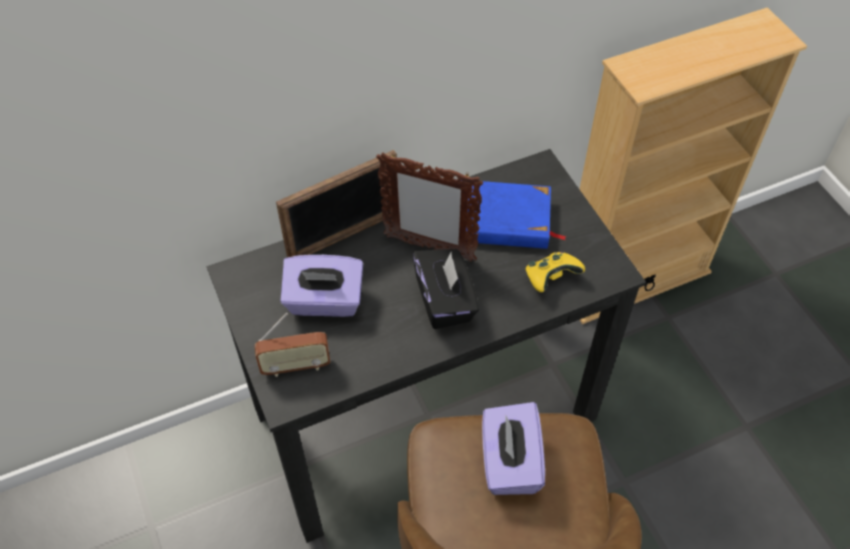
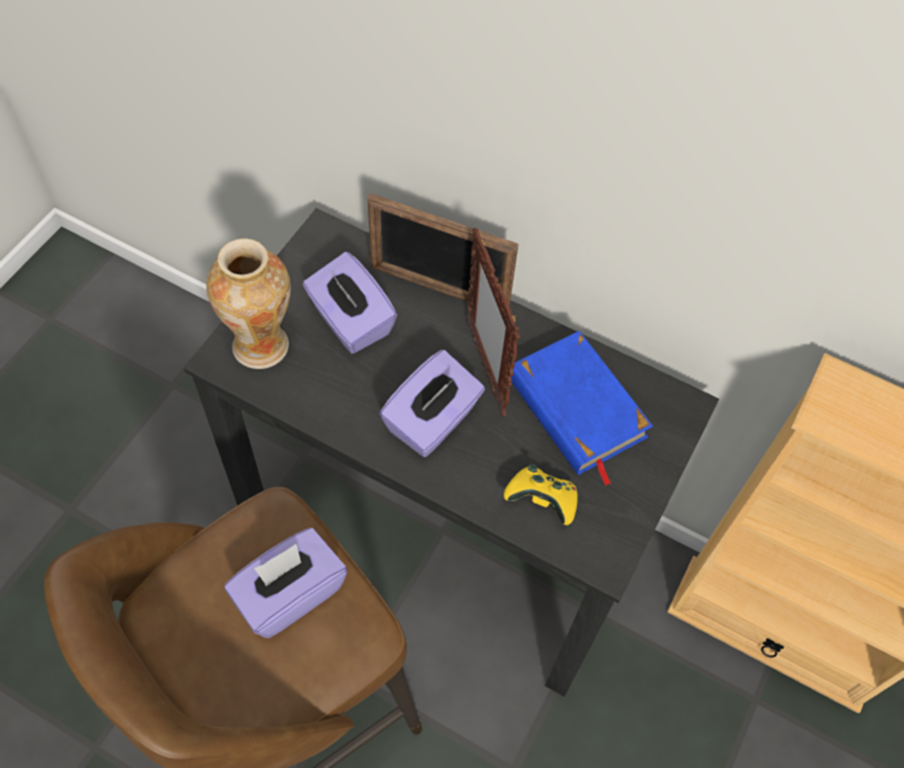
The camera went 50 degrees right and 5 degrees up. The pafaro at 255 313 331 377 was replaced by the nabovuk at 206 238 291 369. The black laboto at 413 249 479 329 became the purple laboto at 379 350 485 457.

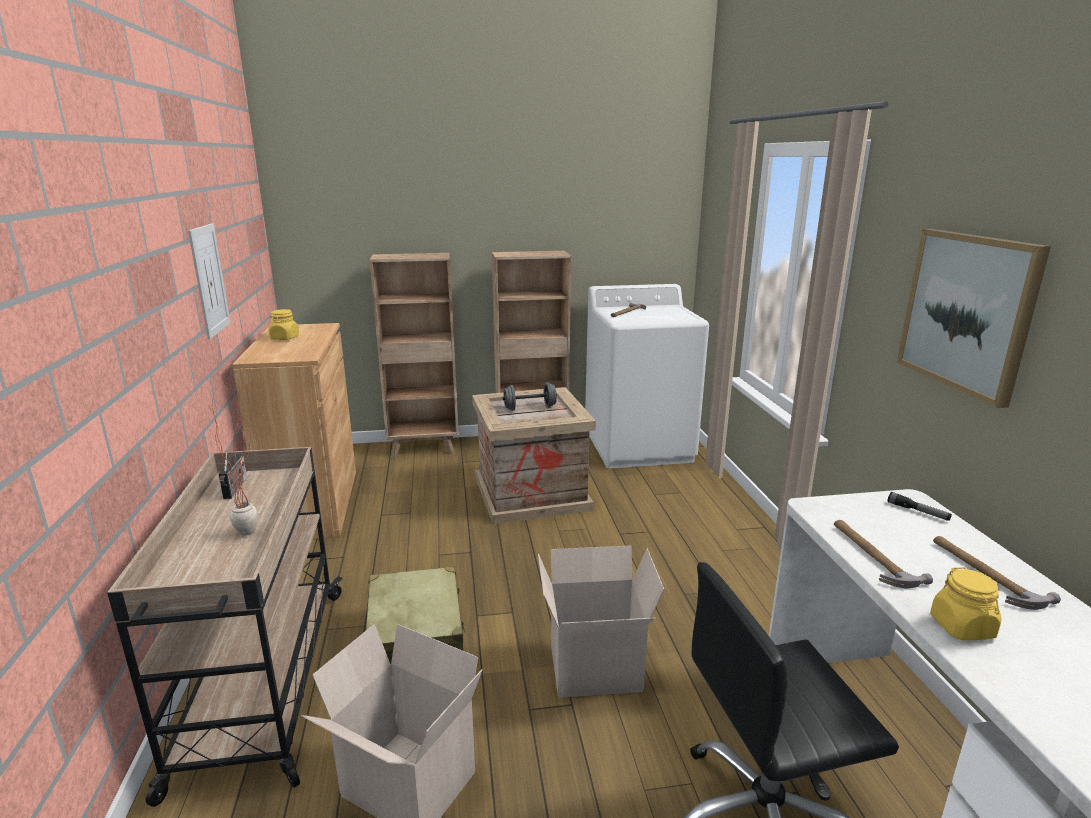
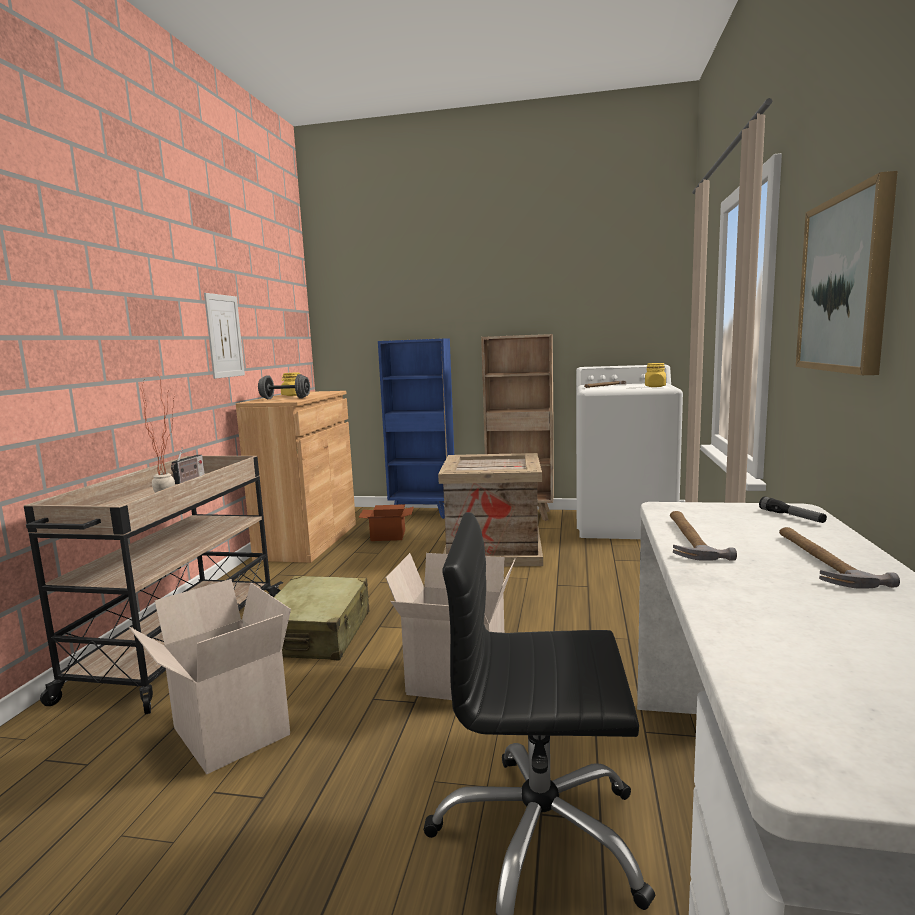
The camera went 20 degrees right and 10 degrees down. The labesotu at 358 504 414 541 appeared. The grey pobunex moved from 502 382 557 411 to 258 374 310 399. The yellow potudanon moved from 930 567 1002 640 to 645 363 666 387. The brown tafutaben at 370 253 459 458 became the blue tafutaben at 378 338 454 519.

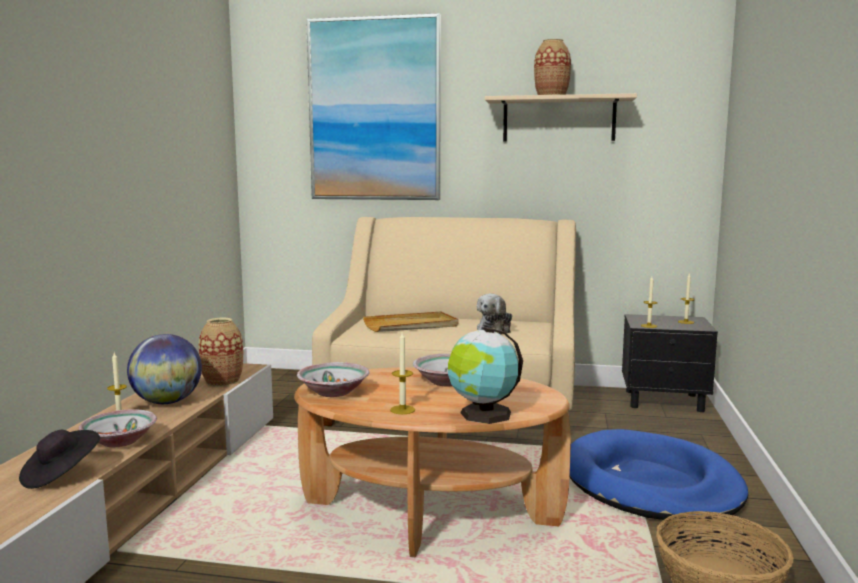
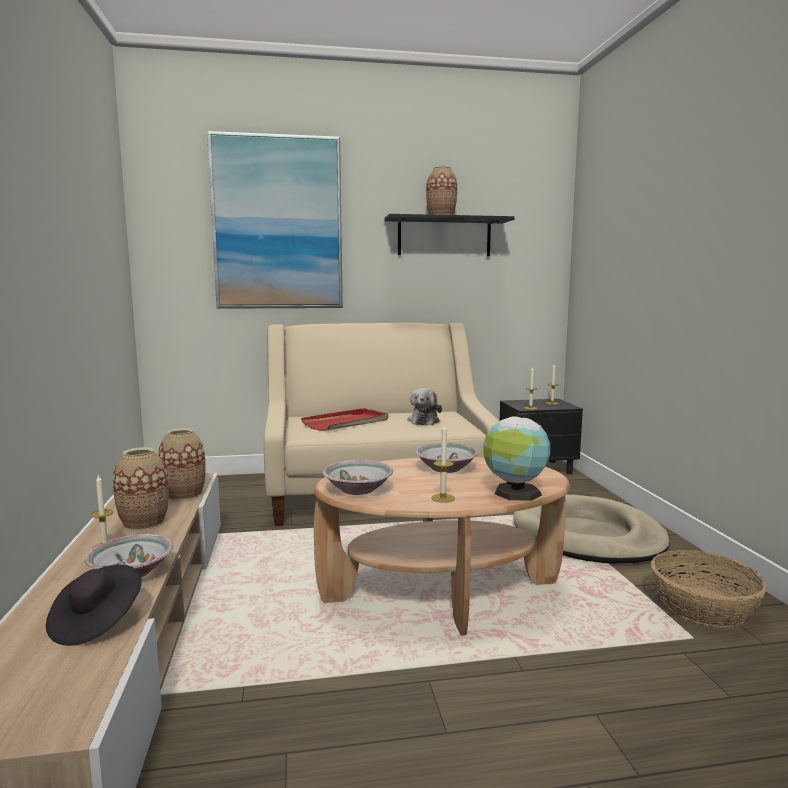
The camera went 20 degrees left and 0 degrees up. The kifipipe at 127 334 202 404 was replaced by the nabovuk at 113 447 169 531. The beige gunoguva at 363 311 459 332 became the red gunoguva at 301 408 388 431. The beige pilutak at 485 93 637 142 became the black pilutak at 384 214 514 256. The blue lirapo at 569 429 748 522 became the beige lirapo at 513 495 670 564.

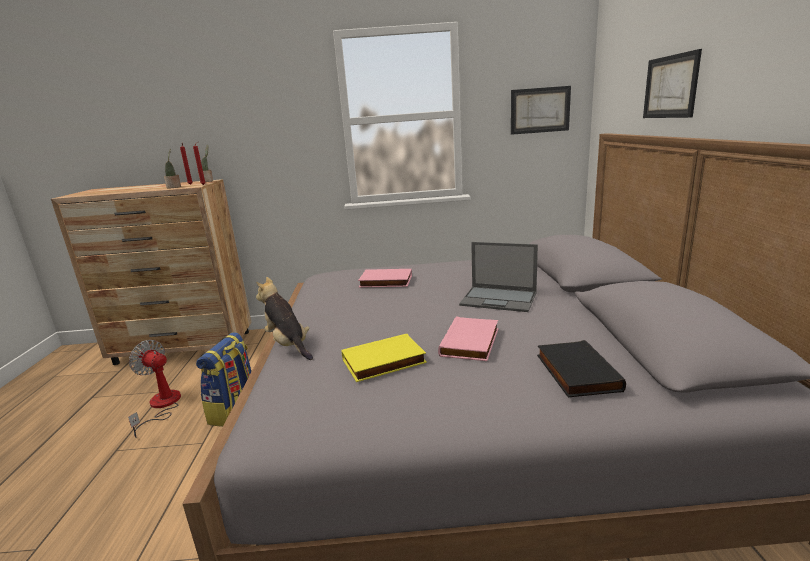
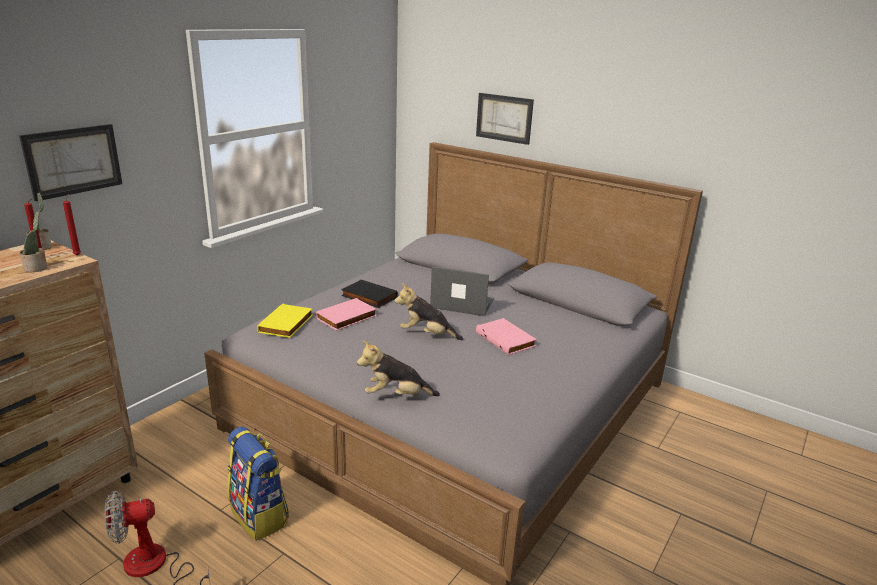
The camera went 55 degrees left and 5 degrees up. The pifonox at 395 283 463 340 appeared. The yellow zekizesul moved from 342 334 427 382 to 257 304 313 338. The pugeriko moved from 511 86 571 135 to 19 124 122 201. The black zekizesul moved from 537 340 626 397 to 341 280 398 308. The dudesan at 459 242 538 312 turned 135 degrees counterclockwise.

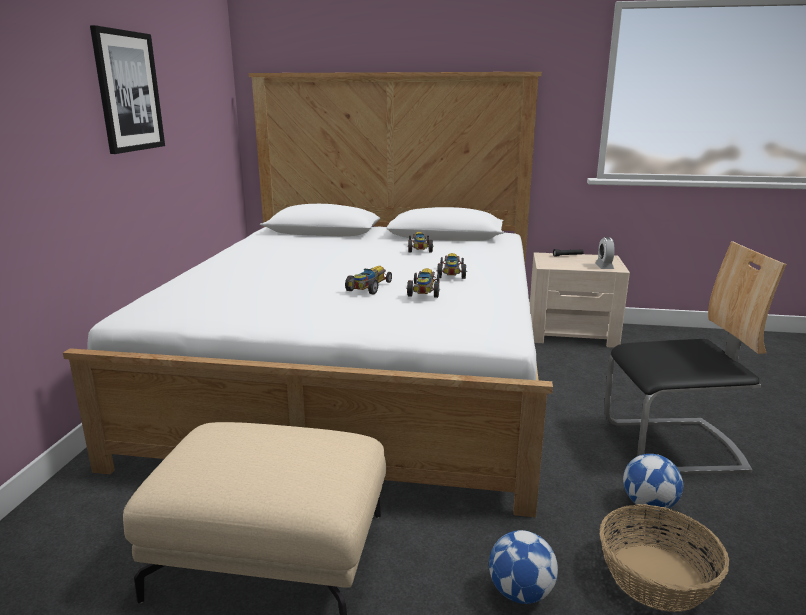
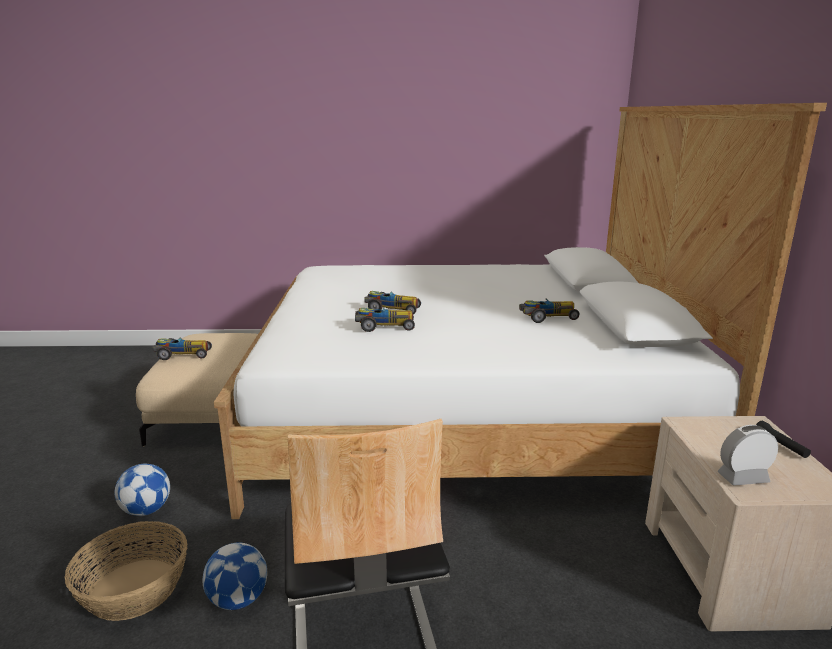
The camera went 80 degrees right and 0 degrees up. The pugeriko at 90 25 165 154 disappeared. The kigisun moved from 436 253 467 279 to 153 338 212 360.

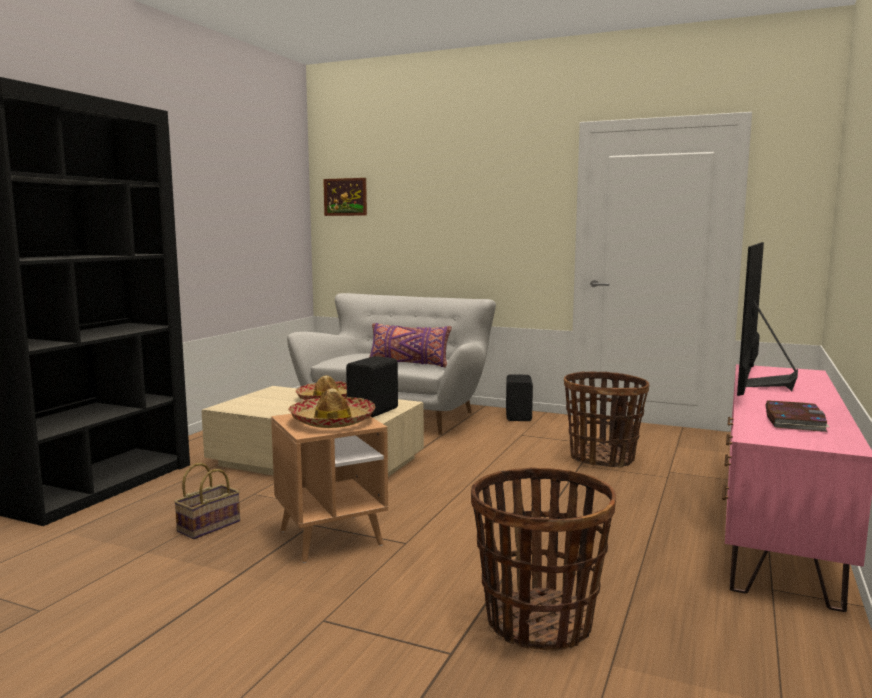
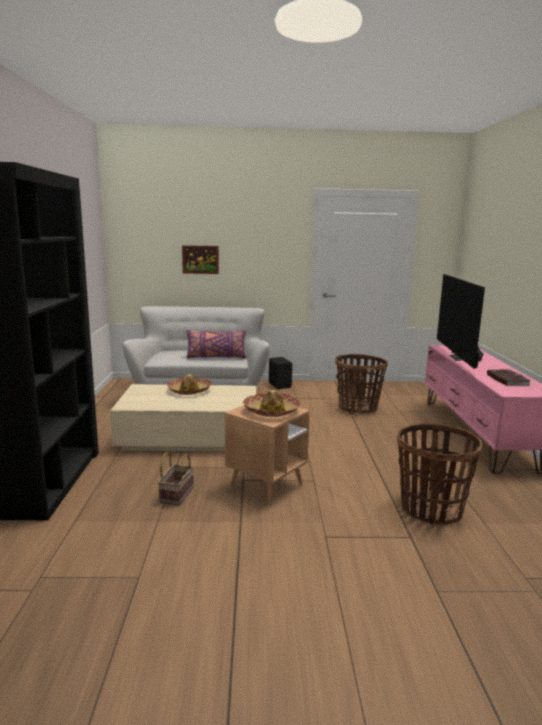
The camera went 25 degrees left and 5 degrees up. The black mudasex at 346 356 398 417 disappeared. The pugeriko moved from 323 178 367 216 to 182 245 219 274.

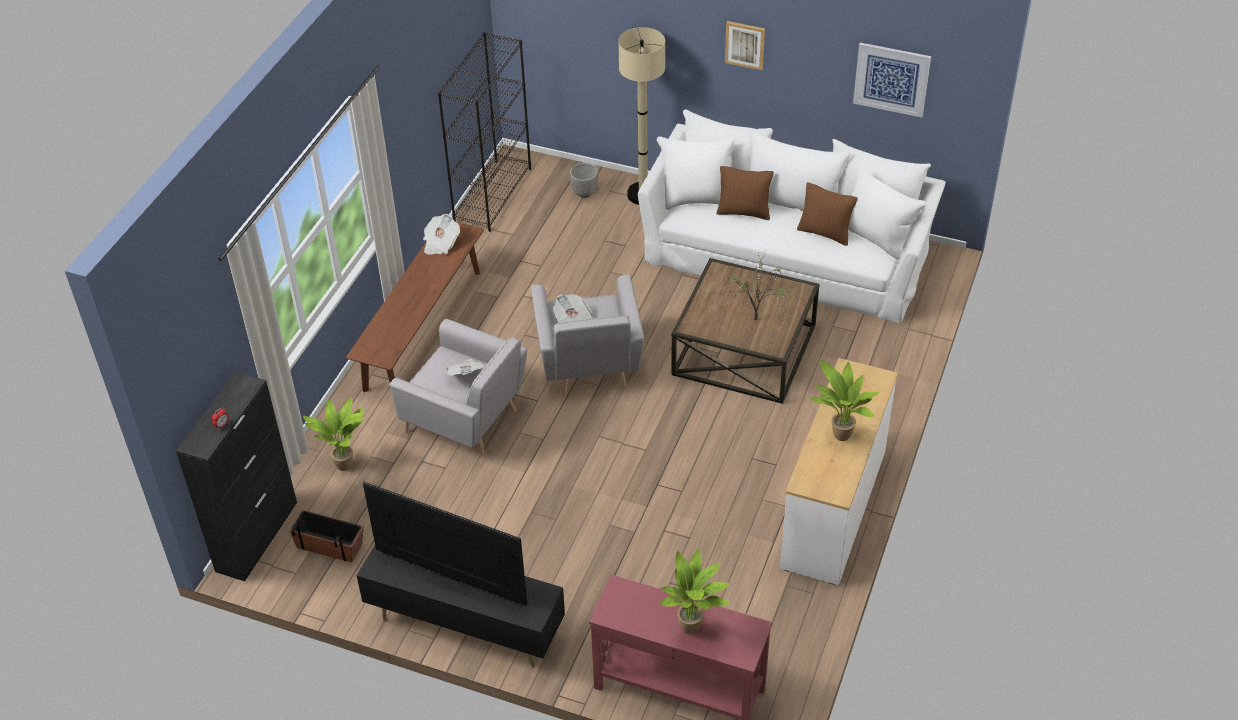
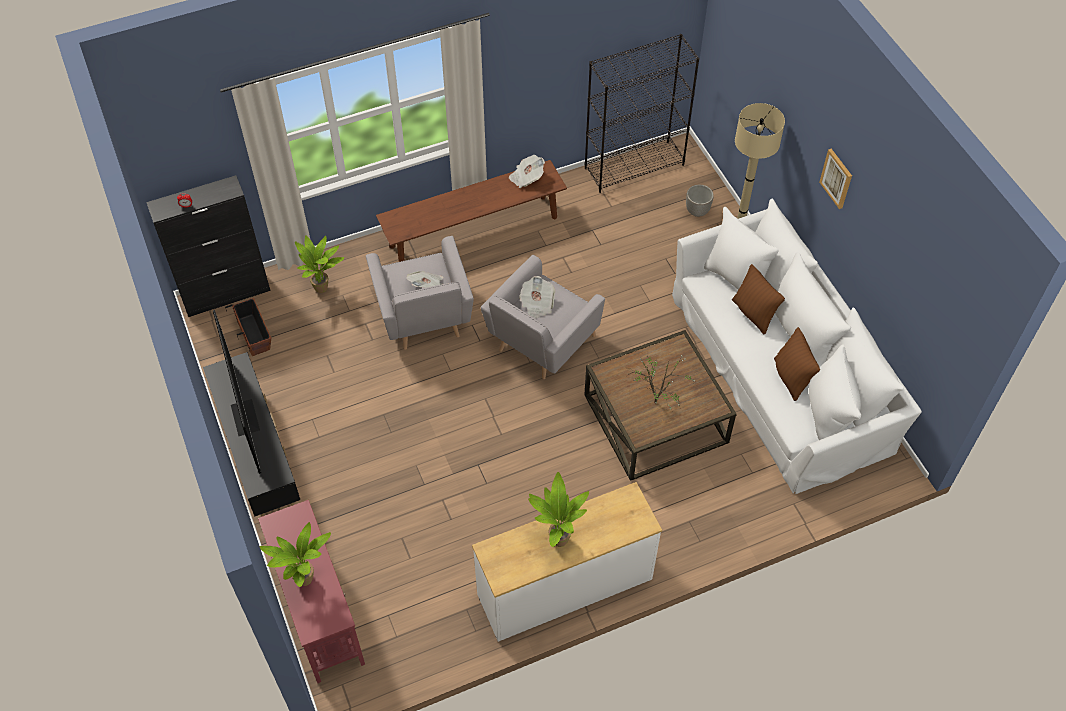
The camera went 45 degrees right and 10 degrees up. The pugeriko at 853 43 931 118 disappeared.

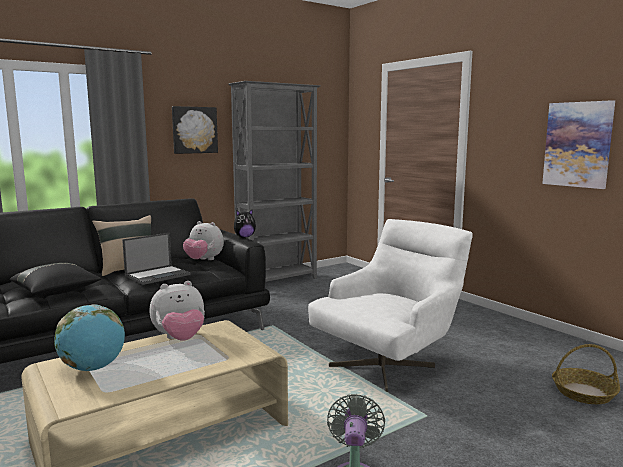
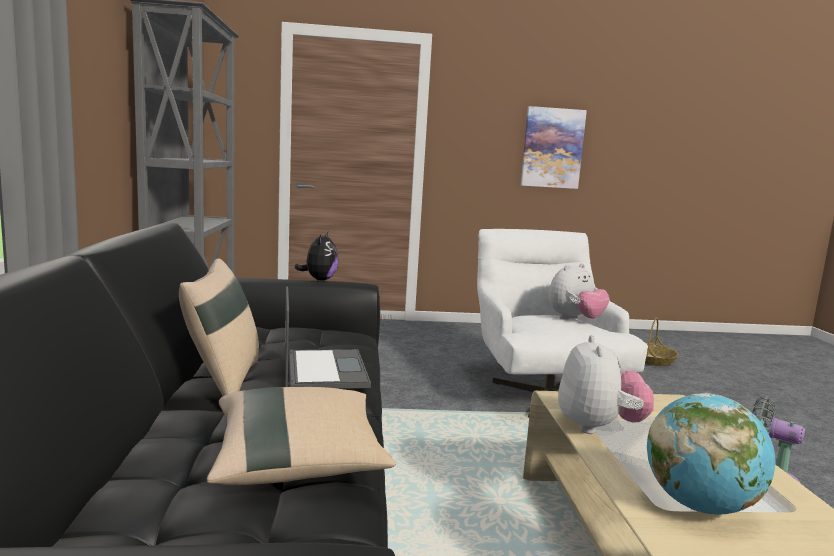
The camera went 60 degrees left and 0 degrees up. The pugeriko at 172 106 218 154 disappeared. The pifonox moved from 183 221 224 260 to 548 263 610 319. The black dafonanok at 10 263 101 295 became the beige dafonanok at 207 387 396 485.

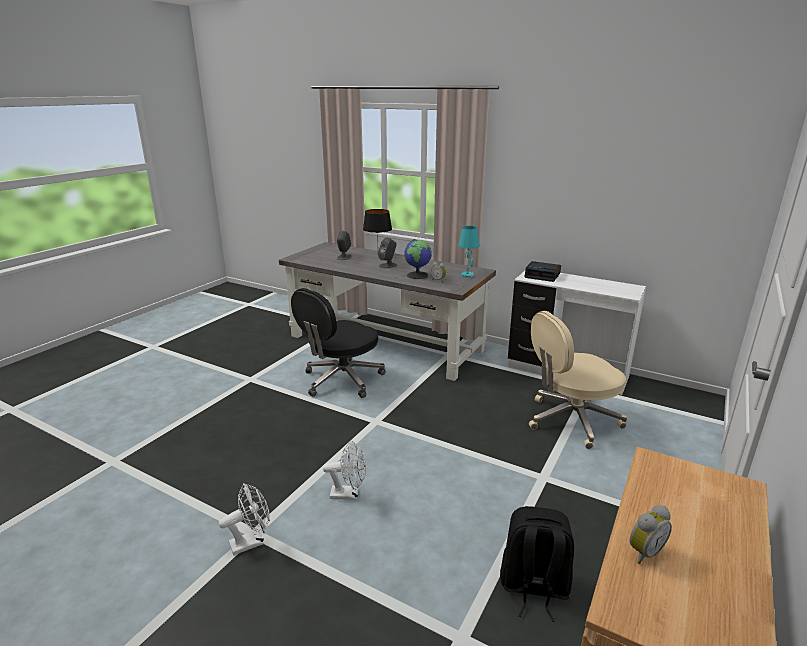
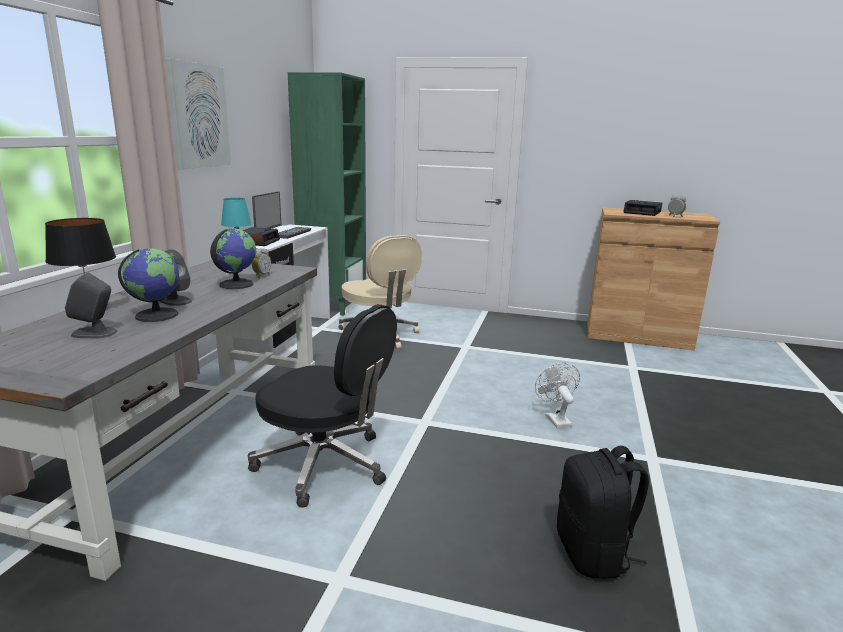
The camera went 105 degrees left and 5 degrees down. The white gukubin at 219 483 270 555 disappeared. The kifipipe at 118 248 179 322 appeared. The pugeriko at 165 58 231 169 appeared. The dudesan at 252 191 311 239 appeared. The green tafutaben at 288 72 366 316 appeared. The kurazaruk at 623 200 662 216 appeared. The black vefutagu moved from 500 506 574 622 to 557 446 649 579.

